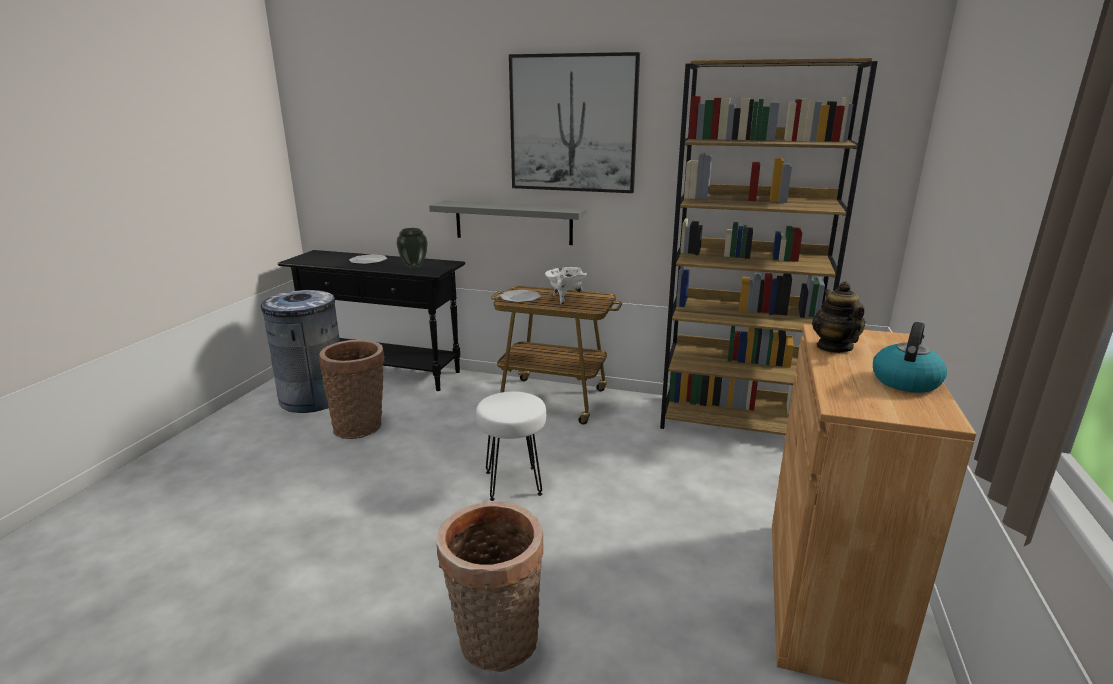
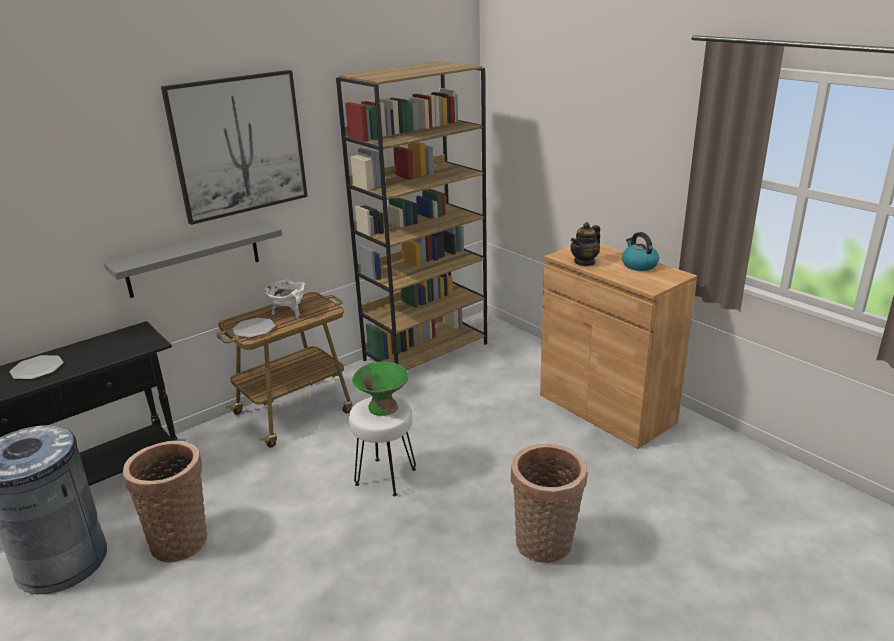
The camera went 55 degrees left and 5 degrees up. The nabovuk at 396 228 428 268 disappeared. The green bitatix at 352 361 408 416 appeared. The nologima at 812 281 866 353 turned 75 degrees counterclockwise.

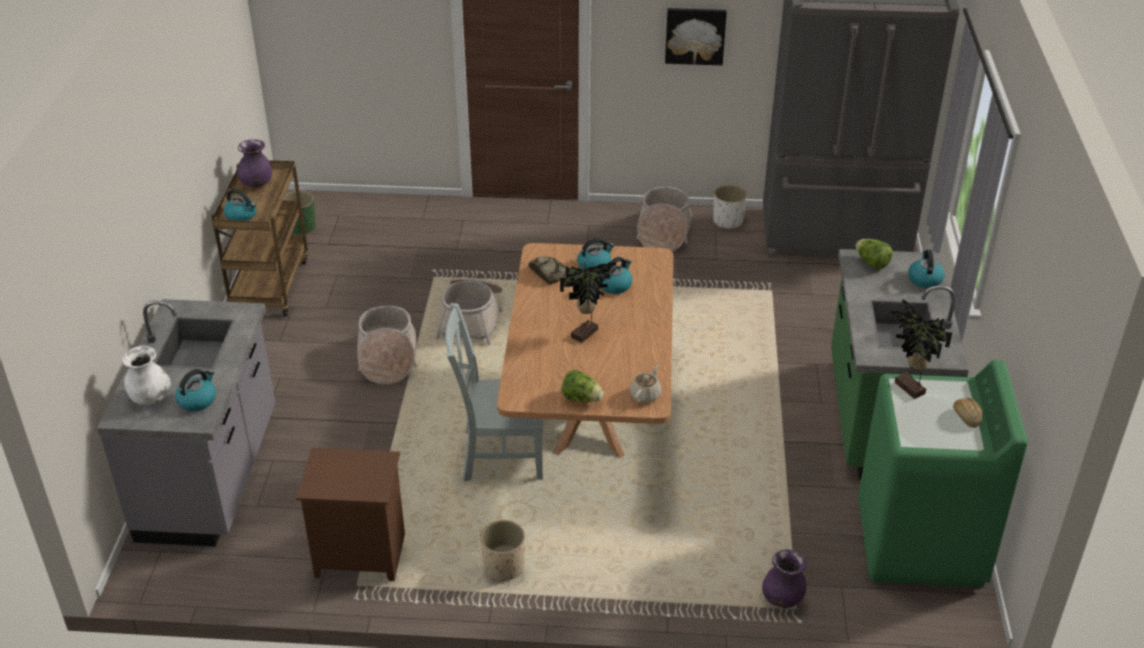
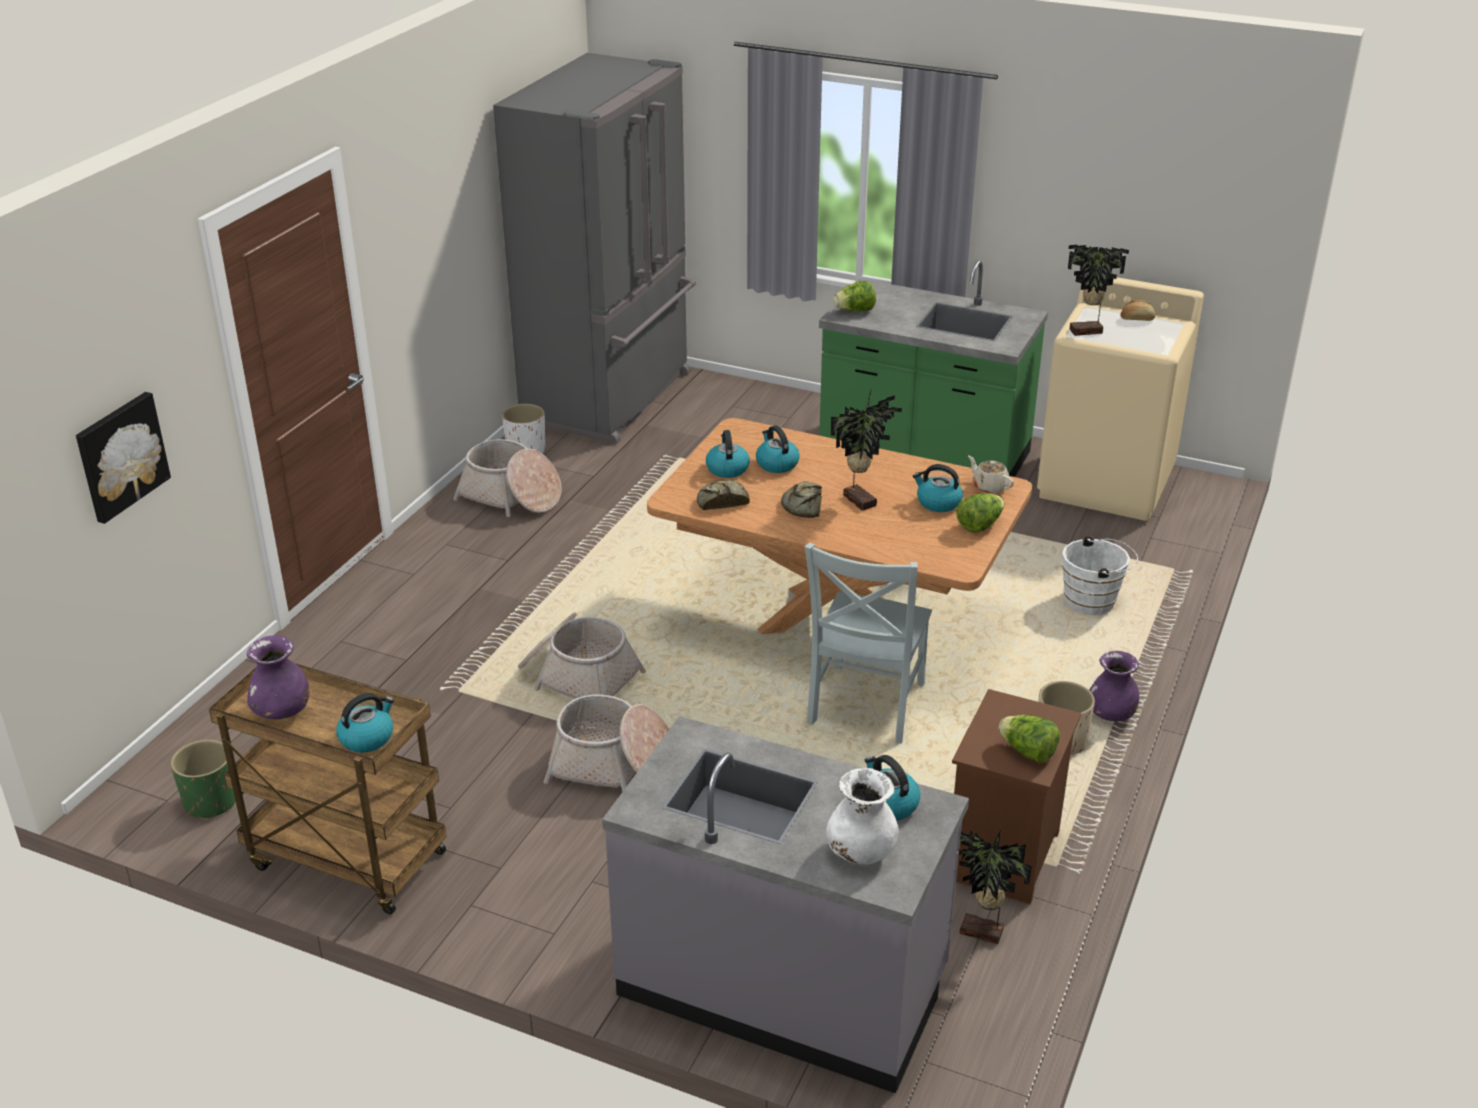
The camera went 70 degrees left and 5 degrees down. The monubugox at 781 481 822 518 appeared. The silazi at 959 831 1032 944 appeared. The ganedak at 999 715 1060 763 appeared. The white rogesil at 1062 536 1138 615 appeared. The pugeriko moved from 665 8 727 65 to 76 392 171 524. The purple nabovuk moved from 762 549 806 608 to 1089 651 1139 721. The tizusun moved from 908 250 944 288 to 913 464 963 512. The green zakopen at 858 360 1028 587 became the beige zakopen at 1037 277 1204 521.

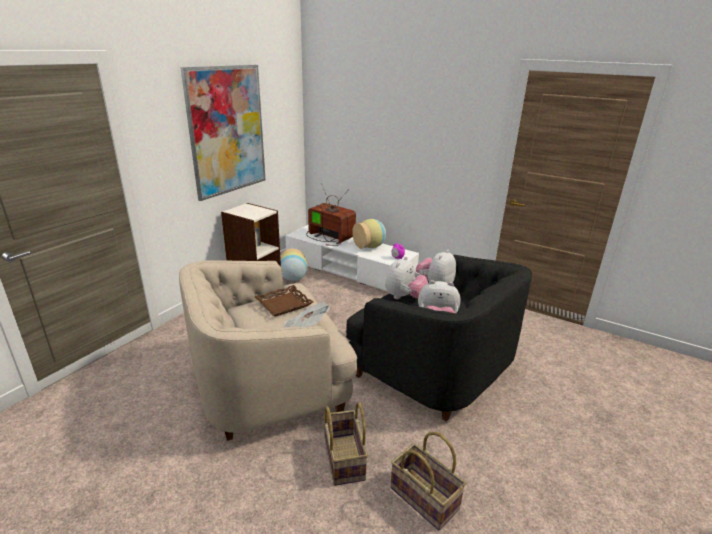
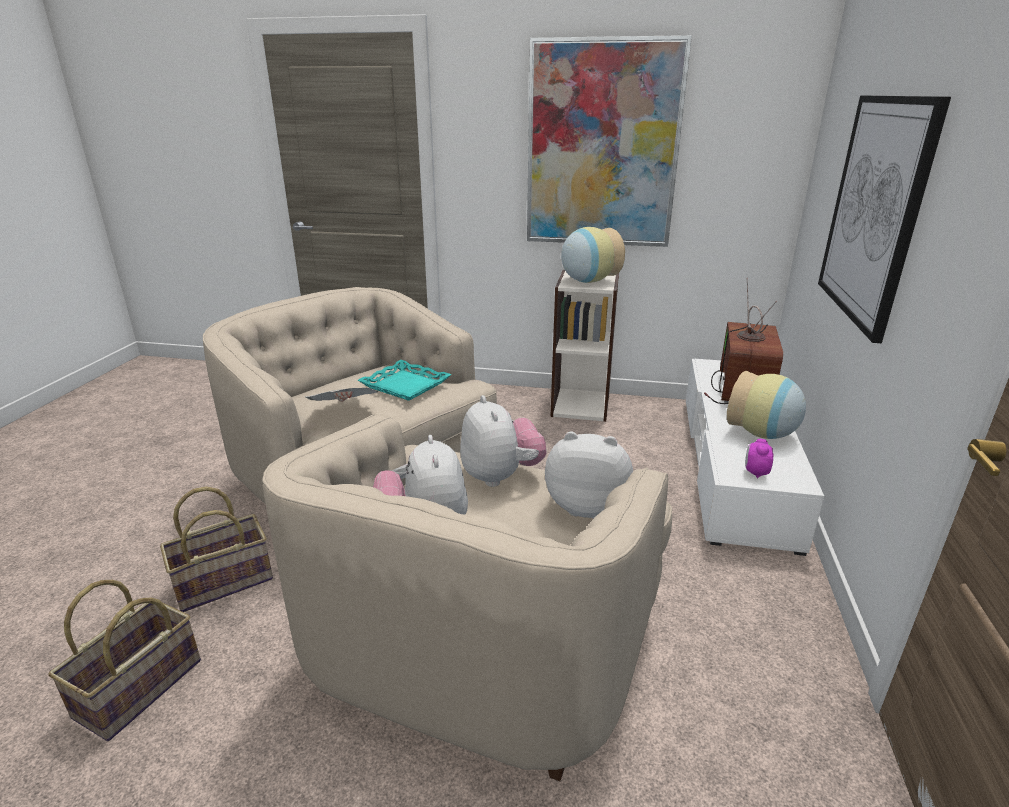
The camera went 70 degrees right and 0 degrees up. The pugeriko at 818 95 951 343 appeared. The nabovuk moved from 280 249 307 281 to 561 227 625 283. The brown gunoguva at 255 285 313 317 became the turquoise gunoguva at 358 360 451 401. The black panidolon at 346 255 532 422 became the beige panidolon at 262 414 672 781. The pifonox at 385 257 428 299 turned 120 degrees counterclockwise.

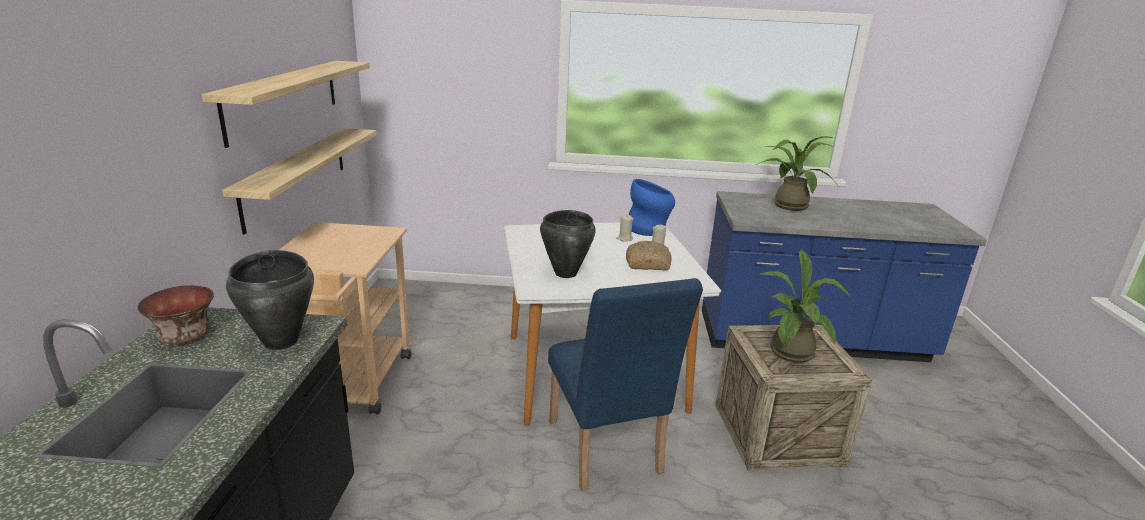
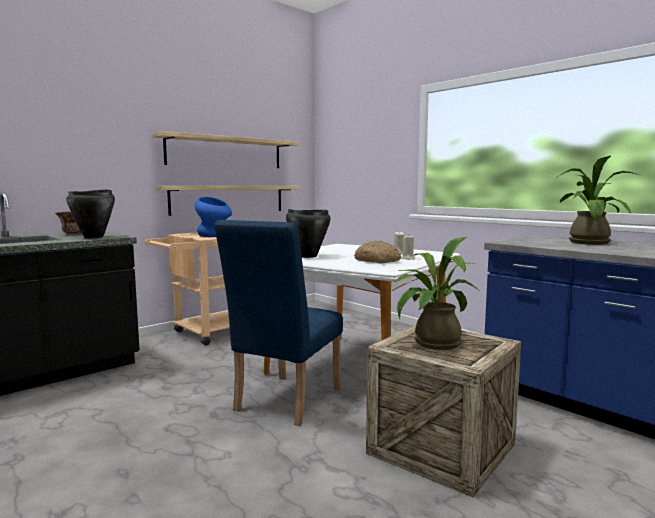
The camera went 45 degrees right and 15 degrees down. The blue nabovuk moved from 628 179 675 236 to 195 197 232 237.

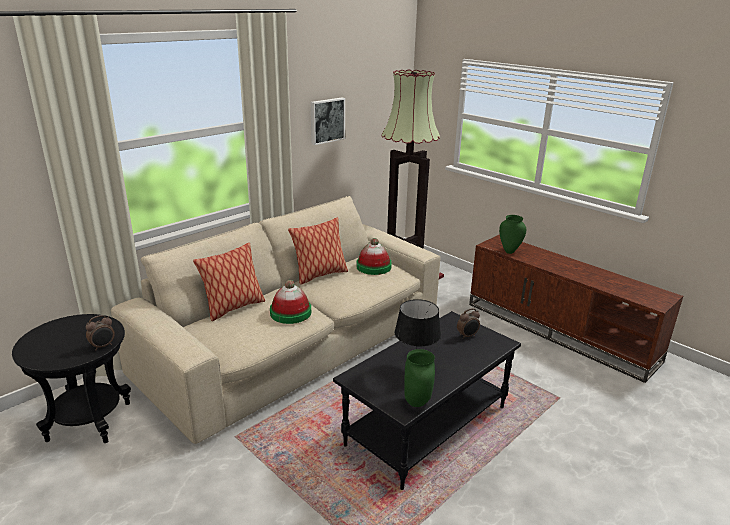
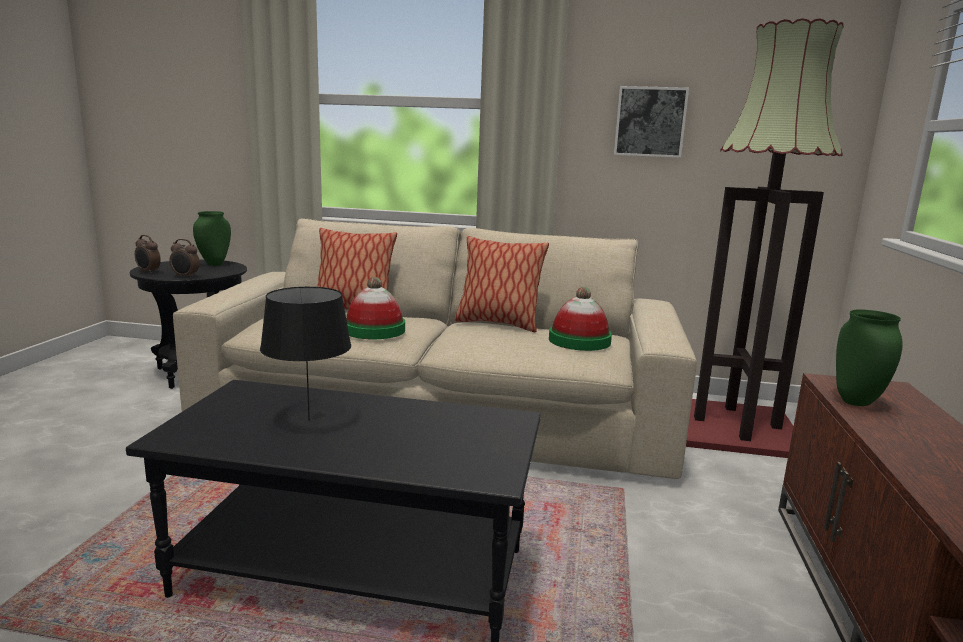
The camera went 55 degrees right and 10 degrees down. The green nabovuk moved from 405 349 435 407 to 193 211 231 266. The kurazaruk moved from 457 308 480 339 to 135 235 161 274.

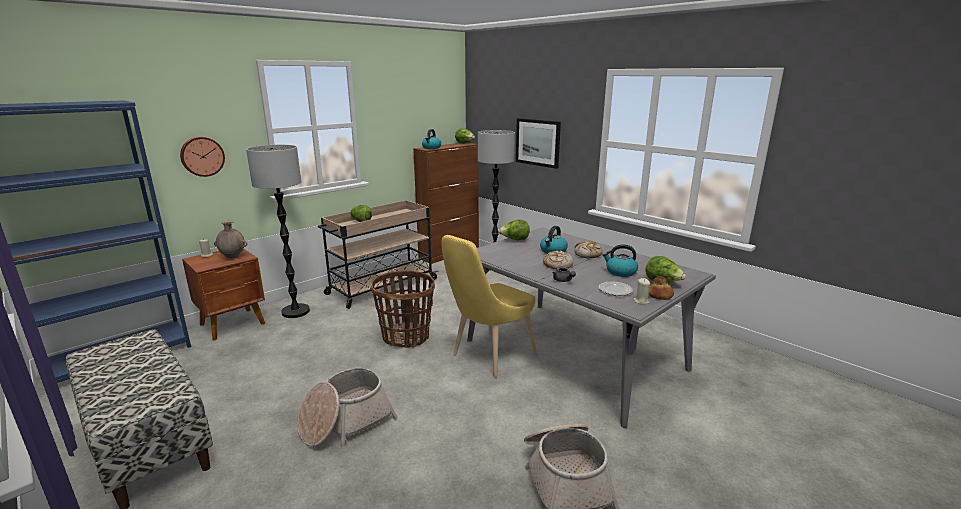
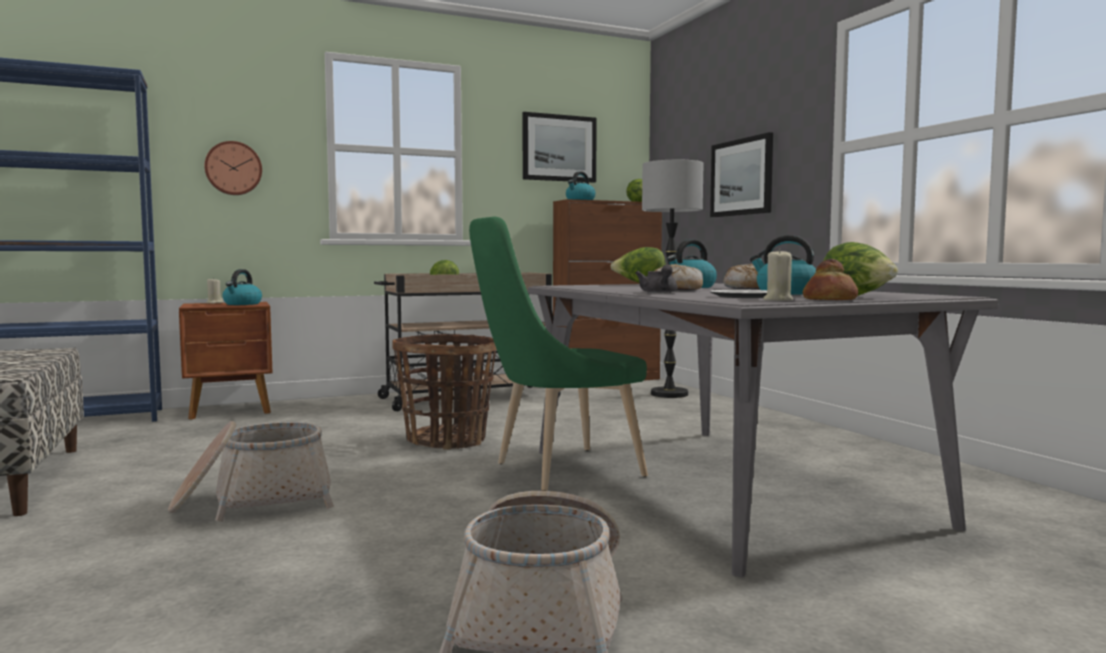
The camera went 20 degrees right and 15 degrees down. The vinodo at 246 145 310 318 disappeared. The pugeriko at 522 112 597 183 appeared. The brown nabovuk at 214 221 247 258 was replaced by the tizusun at 223 269 262 305. The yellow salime at 441 235 537 377 became the green salime at 469 217 648 491.

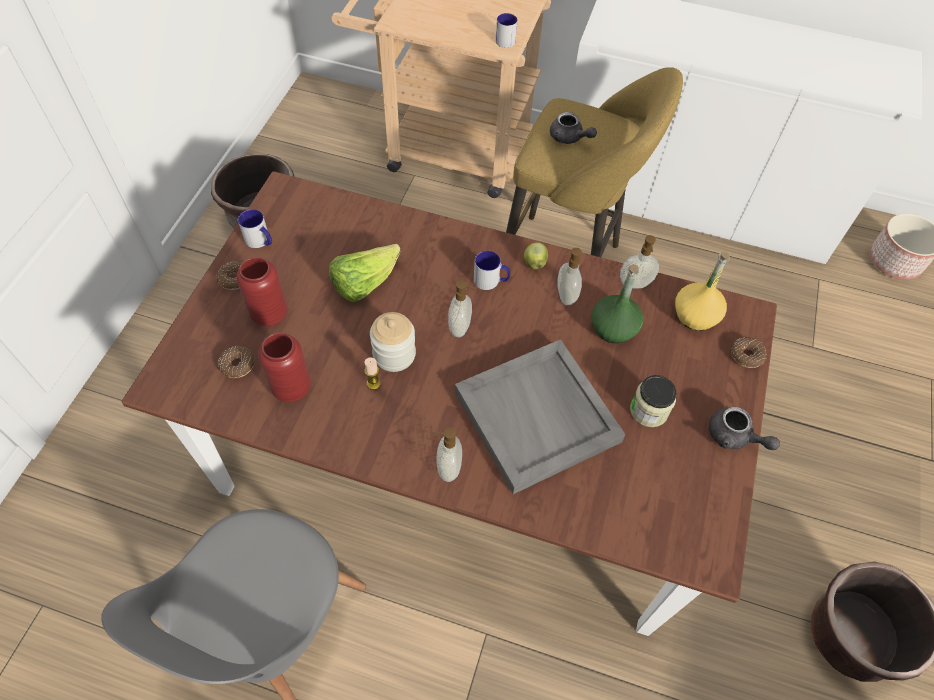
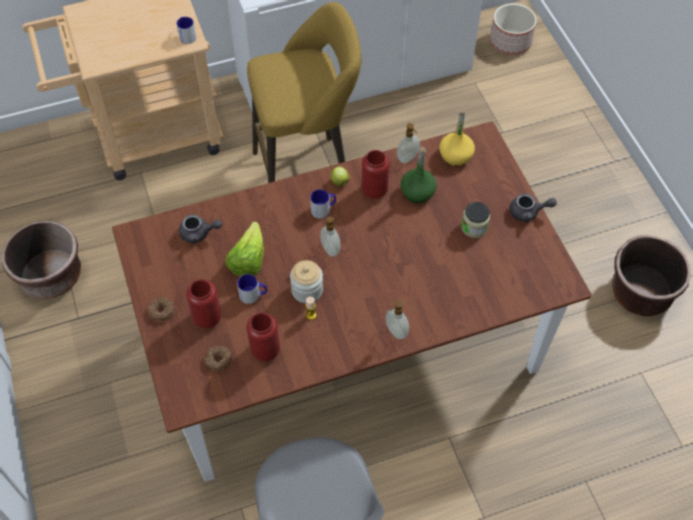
The camera went 35 degrees left and 0 degrees up. The grey gunoguva at 455 339 626 494 disappeared. The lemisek at 731 337 767 368 disappeared. The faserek moved from 238 209 272 248 to 237 274 267 304. The grey nologima moved from 550 112 597 144 to 179 215 222 244. The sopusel at 557 248 582 305 was replaced by the red nabovuk at 361 150 390 199.

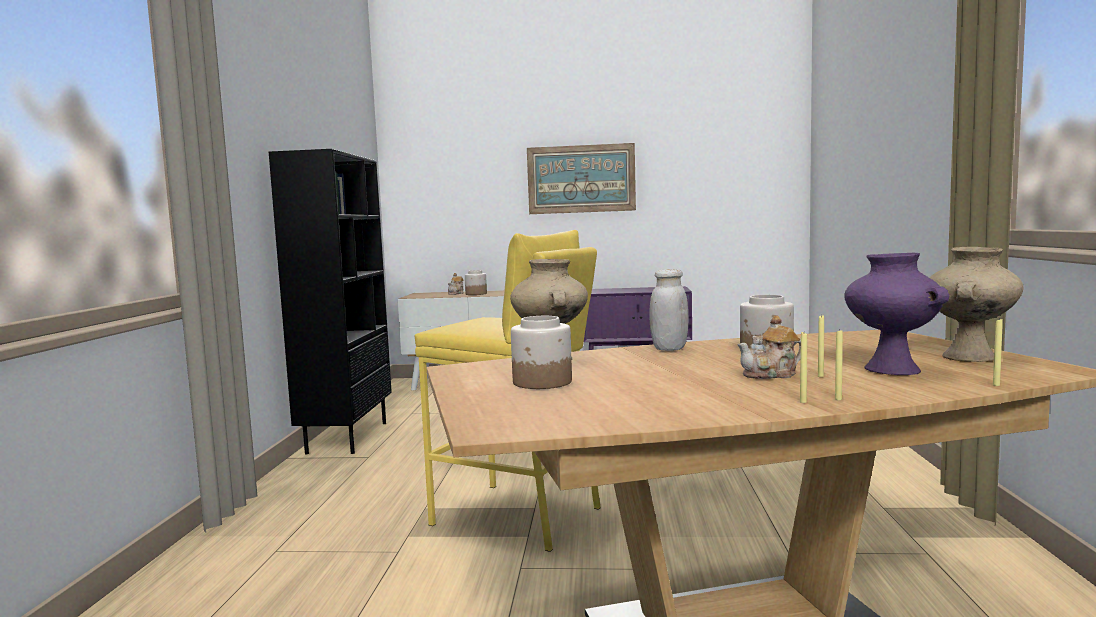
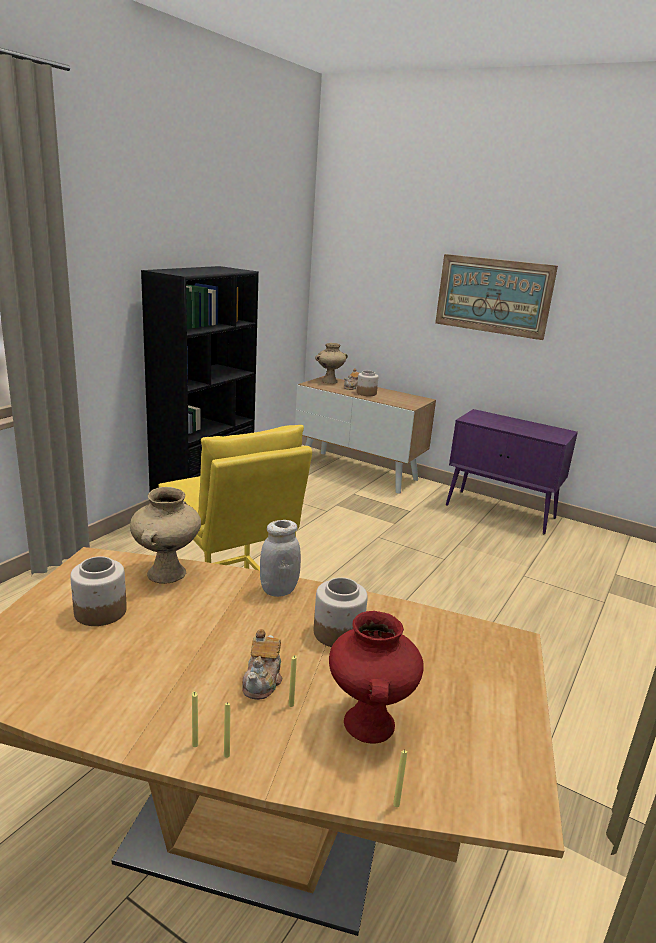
The camera went 25 degrees right and 15 degrees up. The beige nabovuk moved from 929 247 1023 362 to 315 343 348 383. The purple nabovuk at 844 253 949 375 became the red nabovuk at 329 611 424 744. The nologima at 737 315 801 379 turned 90 degrees counterclockwise.

